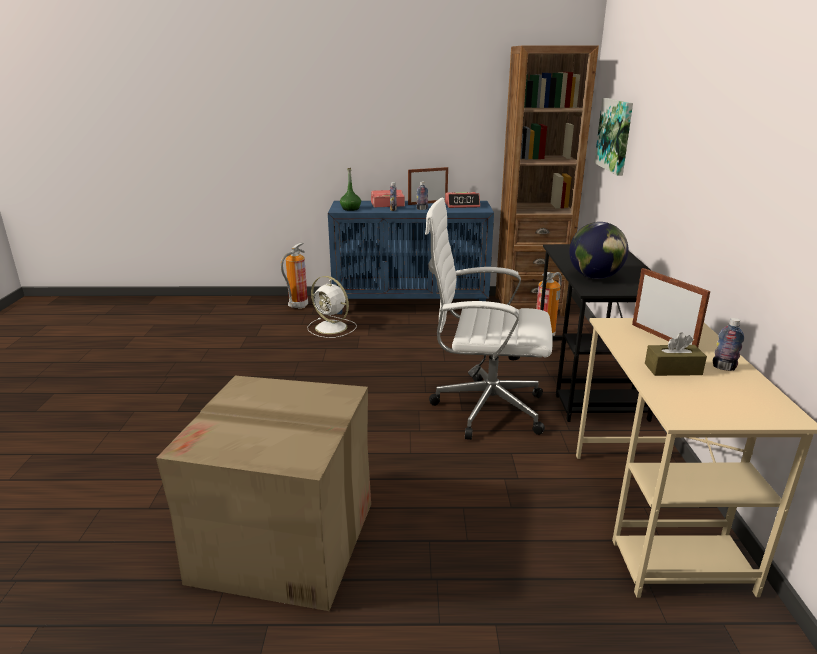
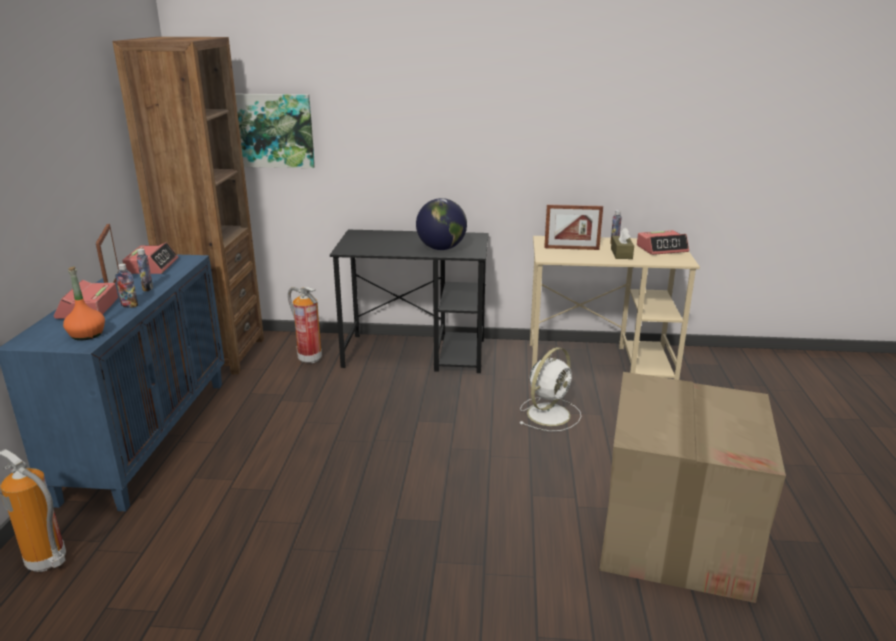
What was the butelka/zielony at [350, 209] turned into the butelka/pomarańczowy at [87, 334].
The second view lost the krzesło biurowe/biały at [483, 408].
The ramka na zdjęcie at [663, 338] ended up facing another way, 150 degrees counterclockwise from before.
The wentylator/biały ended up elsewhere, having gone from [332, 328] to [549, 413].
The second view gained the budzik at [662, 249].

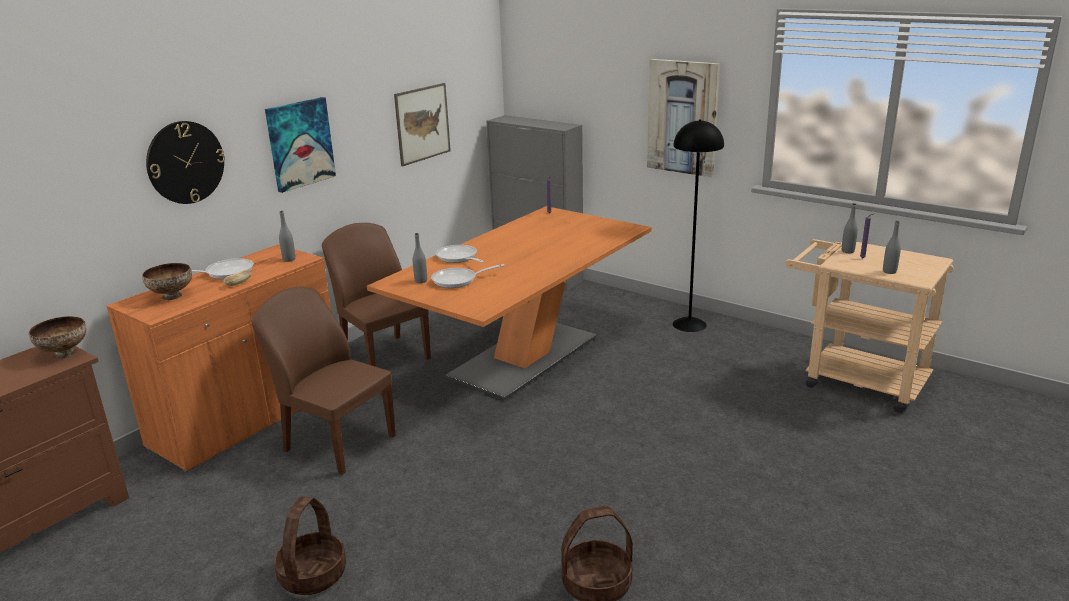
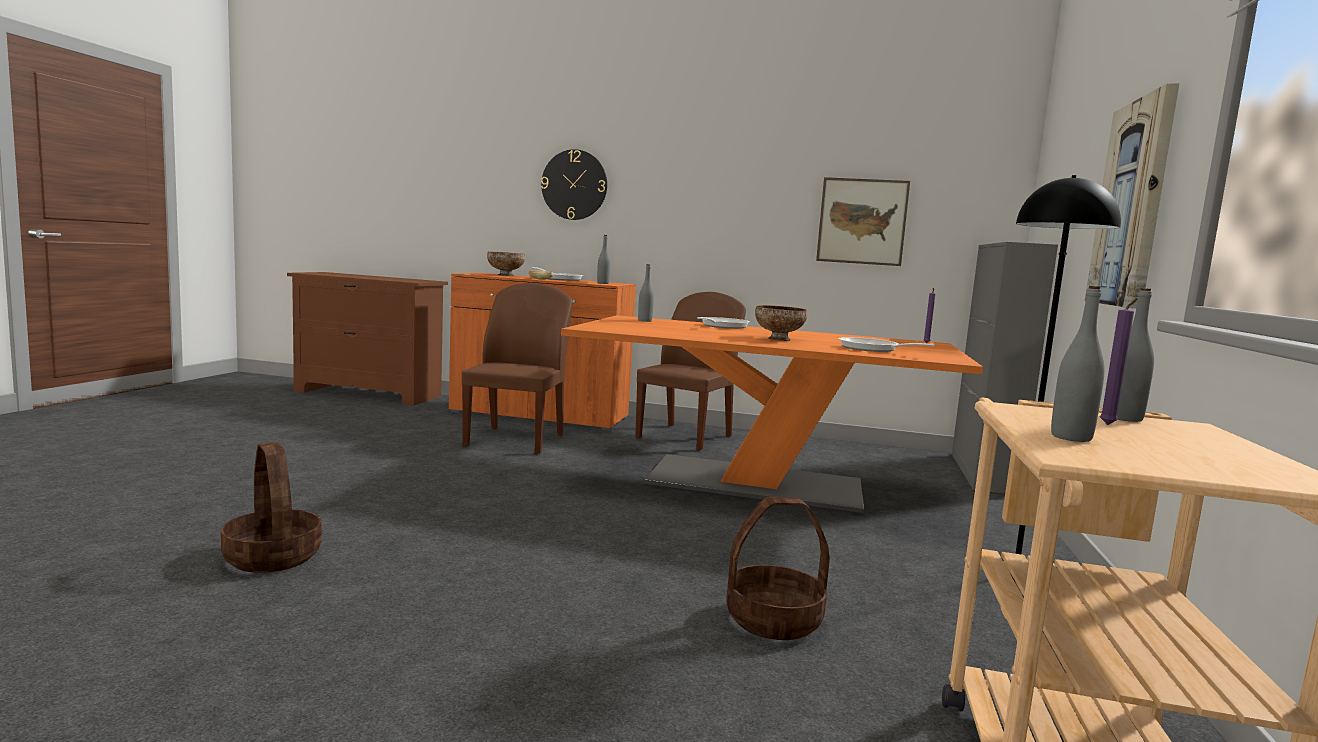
The second view lost the obraz at [300, 144].
The patelnia ended up elsewhere, having gone from [458, 280] to [872, 349].
The miska ended up elsewhere, having gone from [64, 353] to [778, 339].
The koszyk ended up elsewhere, having gone from [312, 575] to [774, 619].

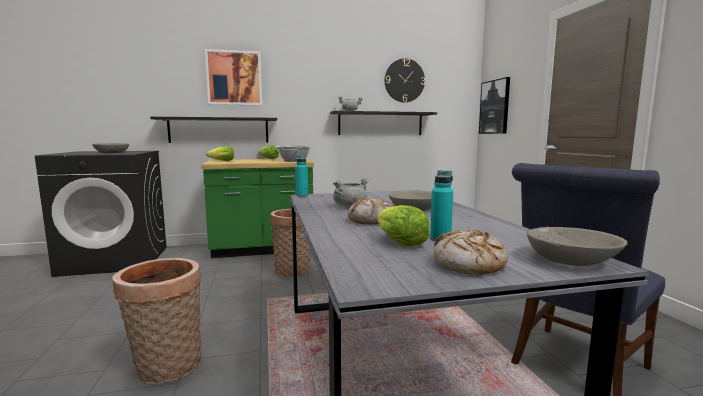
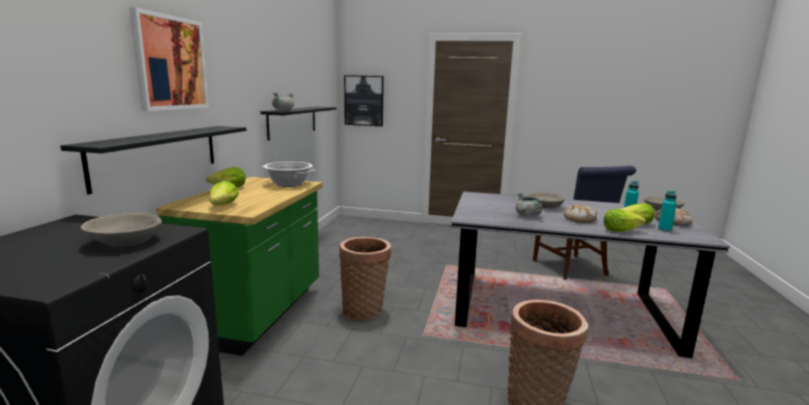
The second view lost the zegar ścienny at [404, 80].
The butelka/turkusowy ended up elsewhere, having gone from [302, 195] to [664, 230].
The second view gained the sałata at [620, 230].

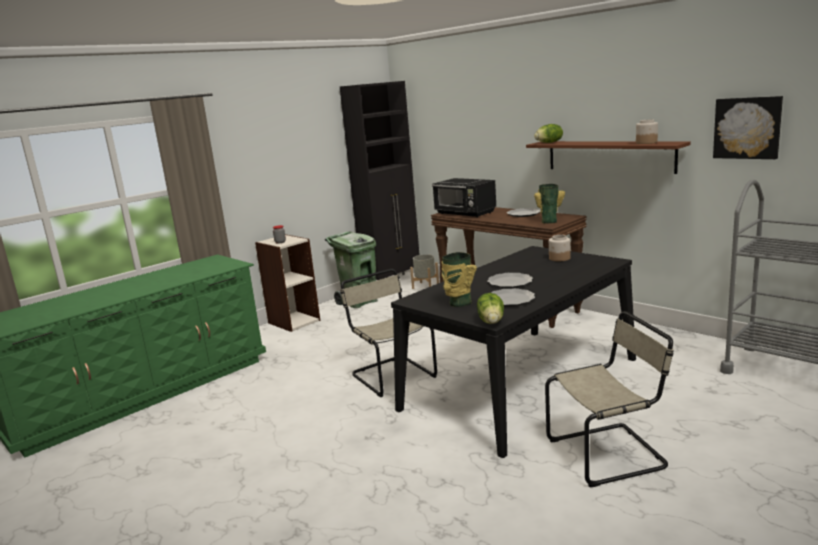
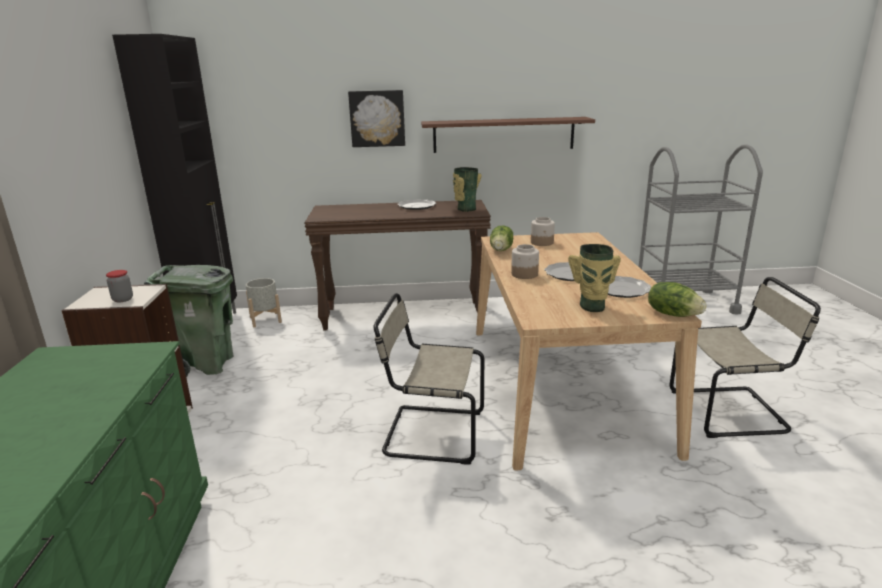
The obraz ended up elsewhere, having gone from [747, 128] to [377, 118].
The słoik ended up elsewhere, having gone from [646, 142] to [524, 274].
The sałata ended up elsewhere, having gone from [549, 142] to [501, 250].
The second view lost the mikrofalówka/czarny at [465, 213].
What was the stół jadalny/czarny at [521, 383] turned into the stół jadalny/beżowy at [561, 384].
The krzesło/beżowy at [609, 453] ended up facing another way, 60 degrees clockwise from before.

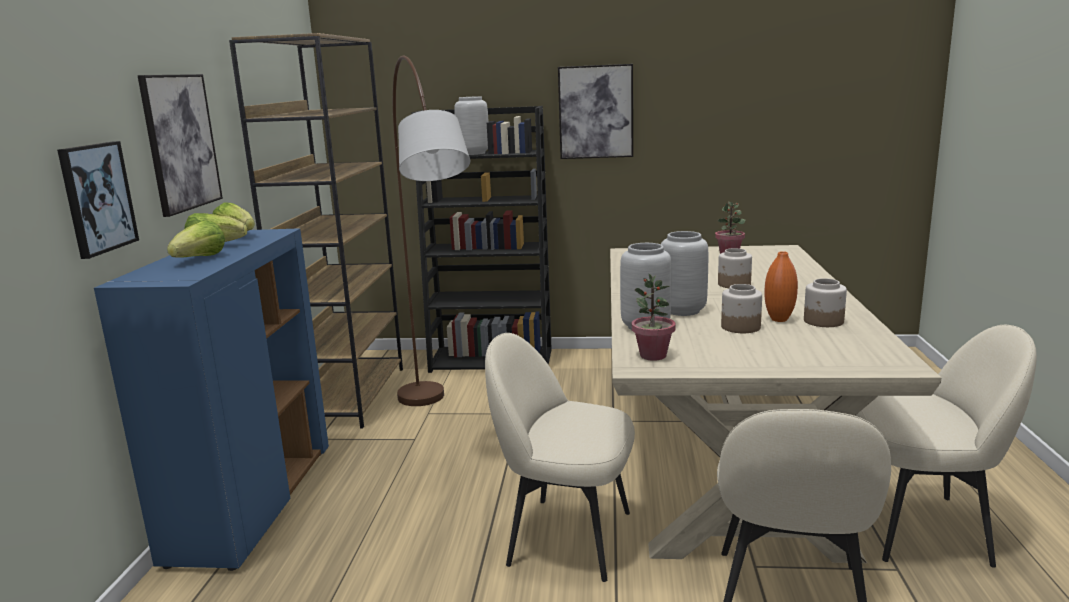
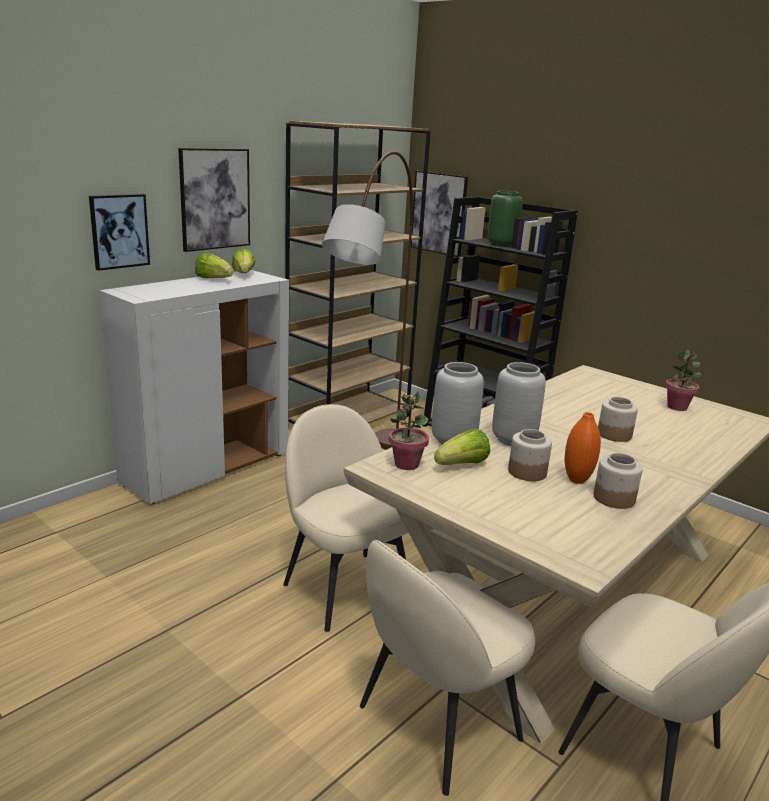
The obraz ended up elsewhere, having gone from [596, 112] to [439, 213].
What was the wazon/szary at [473, 153] turned into the wazon/zielony at [502, 244].
The sałata ended up elsewhere, having gone from [200, 259] to [462, 465].
What was the szafka/niebieski at [252, 502] turned into the szafka/biały at [207, 469].

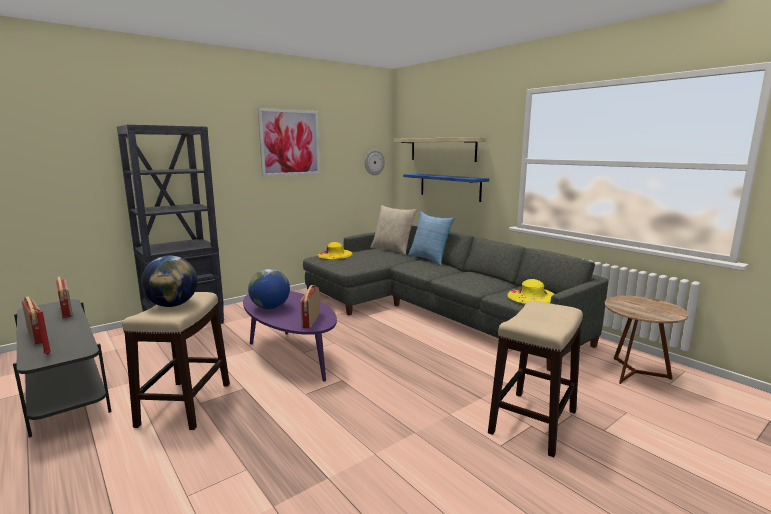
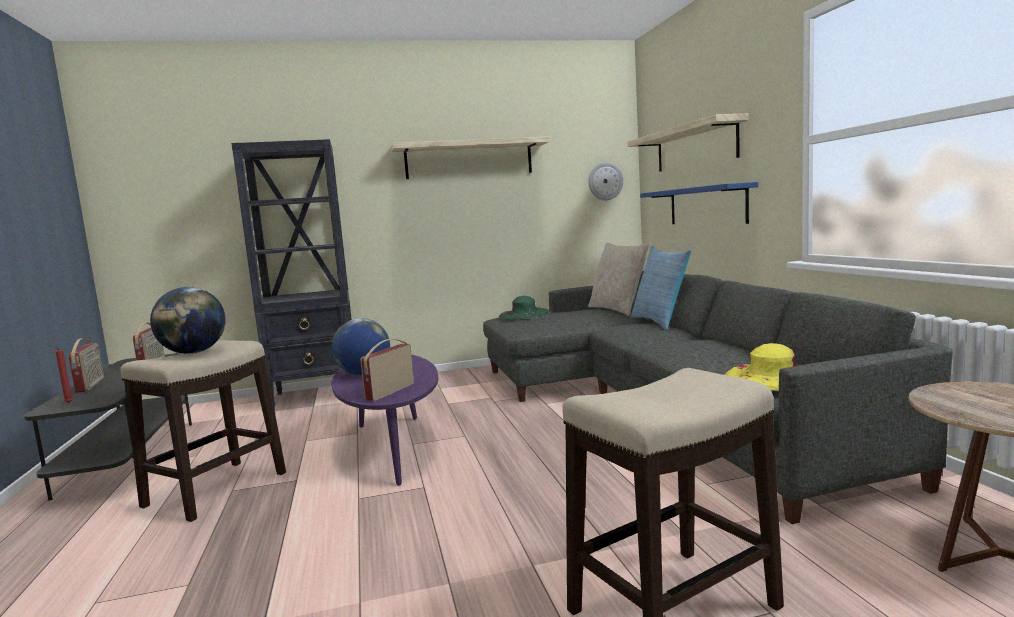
Where the obraz hung at [290, 142], the półka came to hang at [469, 159].
What was the kapelusz/żółty at [335, 254] turned into the kapelusz/zielony at [524, 314].

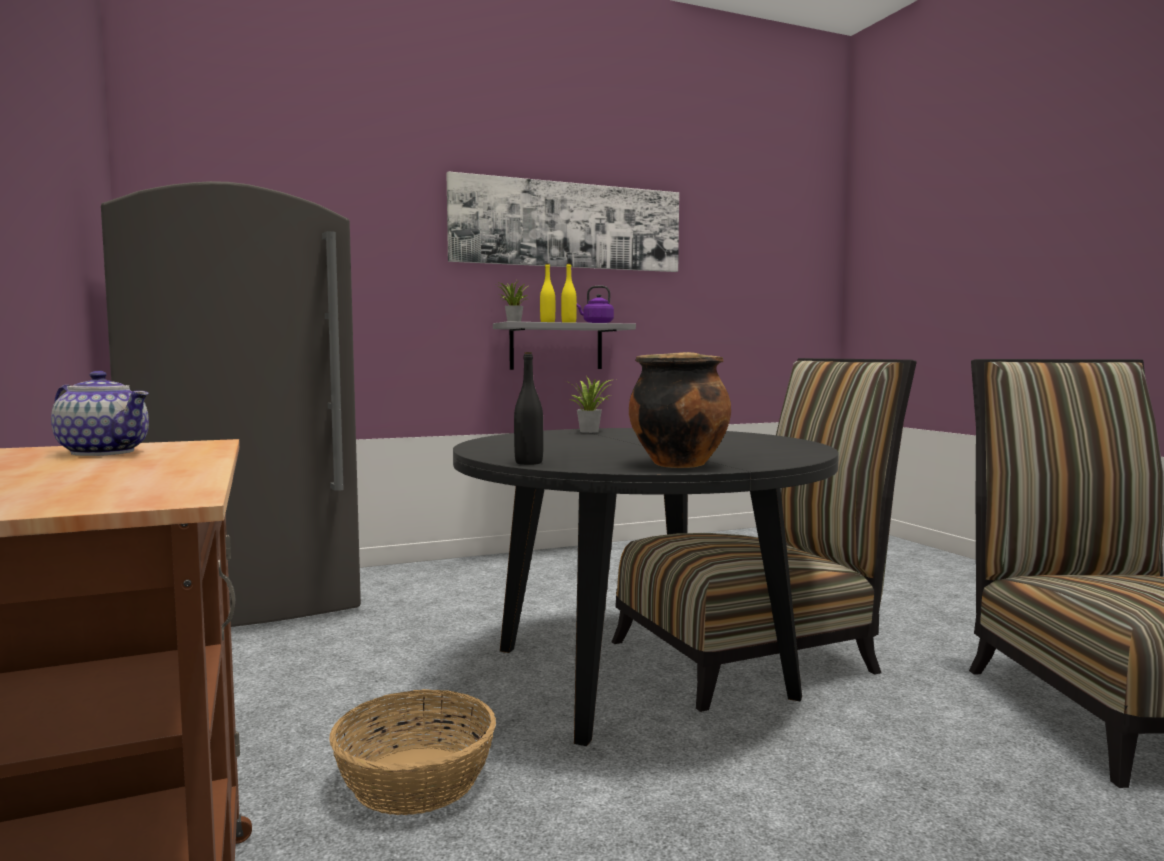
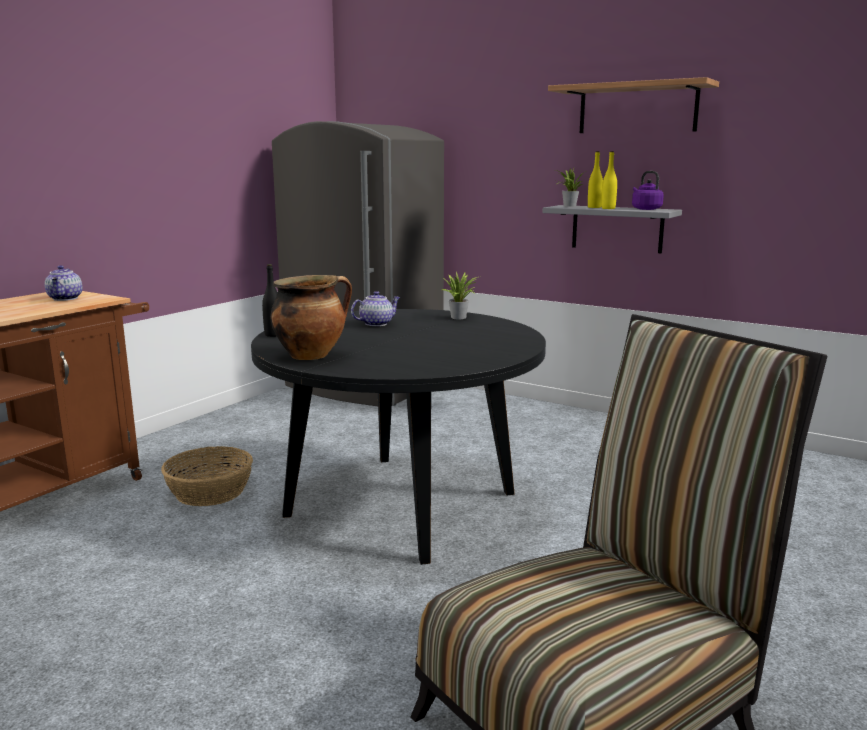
Where the obraz hung at [568, 225], the półka came to hang at [637, 109].
The second view lost the krzesło at [755, 654].
The second view gained the imbryk at [376, 323].

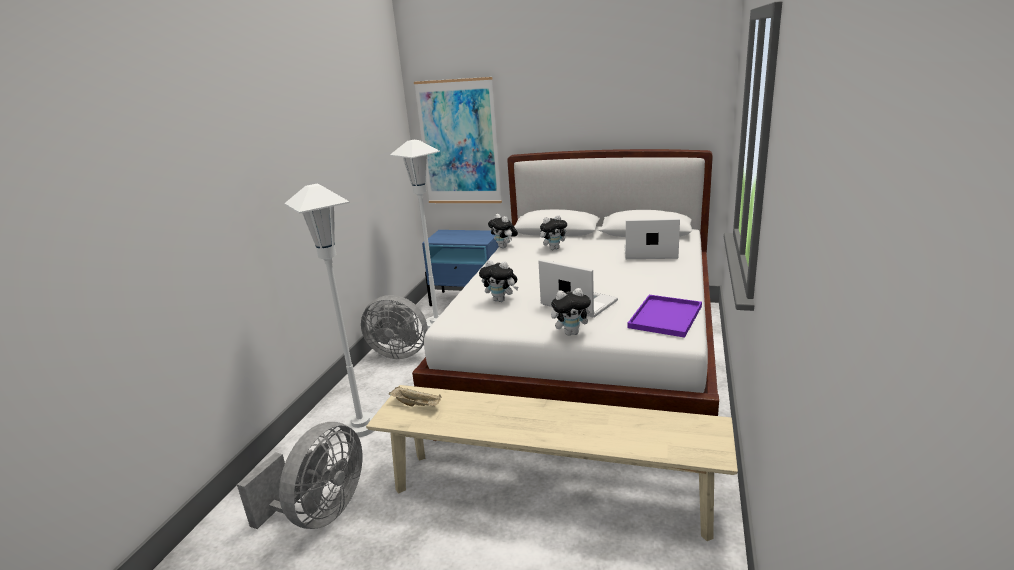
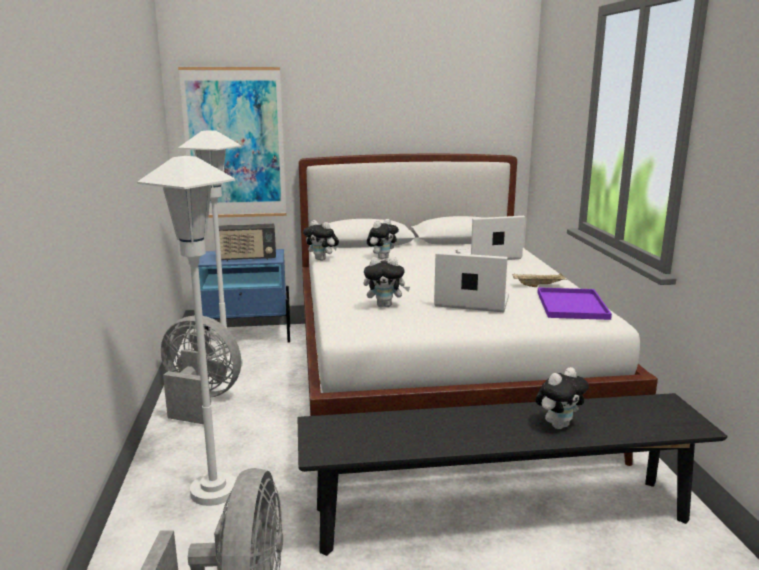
The pluszak ended up elsewhere, having gone from [572, 333] to [558, 425].
The wentylator/szary at [399, 352] ended up facing another way, 150 degrees counterclockwise from before.
What was the ławka/beżowy at [548, 492] turned into the ławka/czarny at [500, 515].
The taca/beżowy ended up elsewhere, having gone from [417, 405] to [539, 286].
The second view gained the radio at [246, 258].

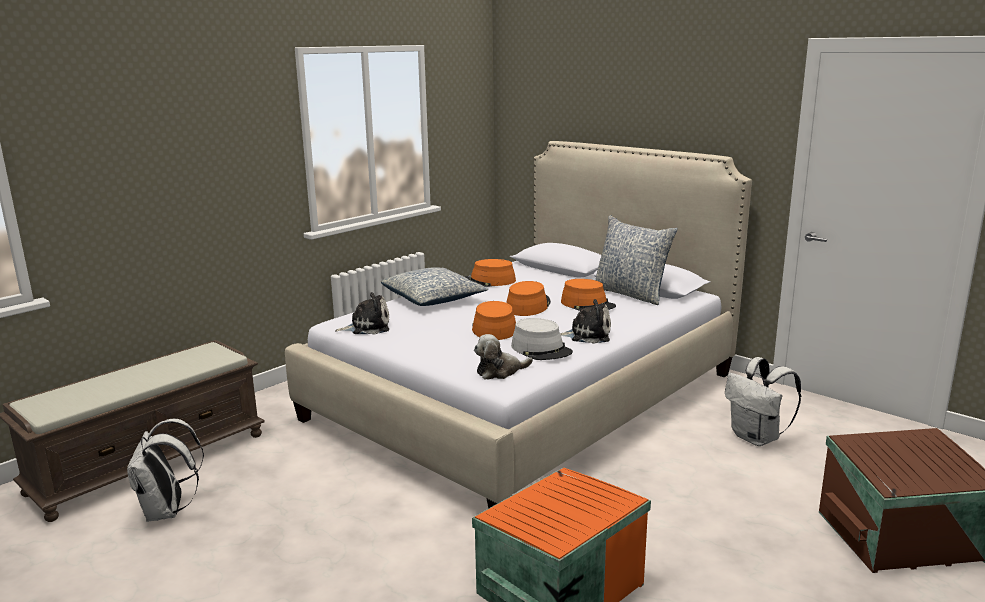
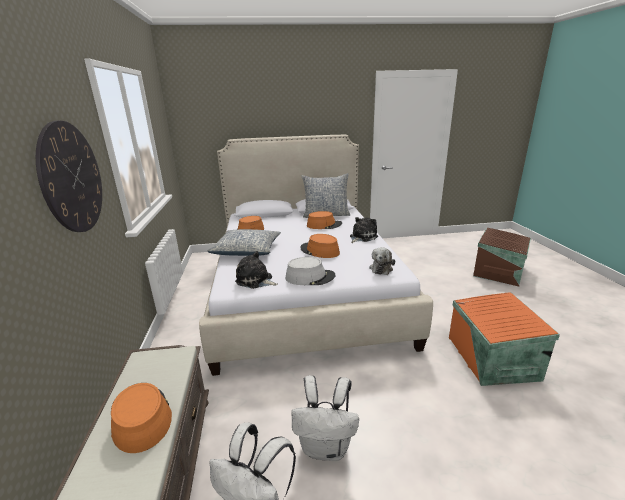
The kapelusz/pomarańczowy ended up elsewhere, having gone from [528, 305] to [141, 418].
The pluszak at [367, 327] ended up facing another way, 90 degrees counterclockwise from before.
The kapelusz/szary ended up elsewhere, having gone from [541, 349] to [310, 277].
The plecak/biały ended up elsewhere, having gone from [757, 438] to [326, 447].
The second view gained the zegar ścienny at [72, 178].

